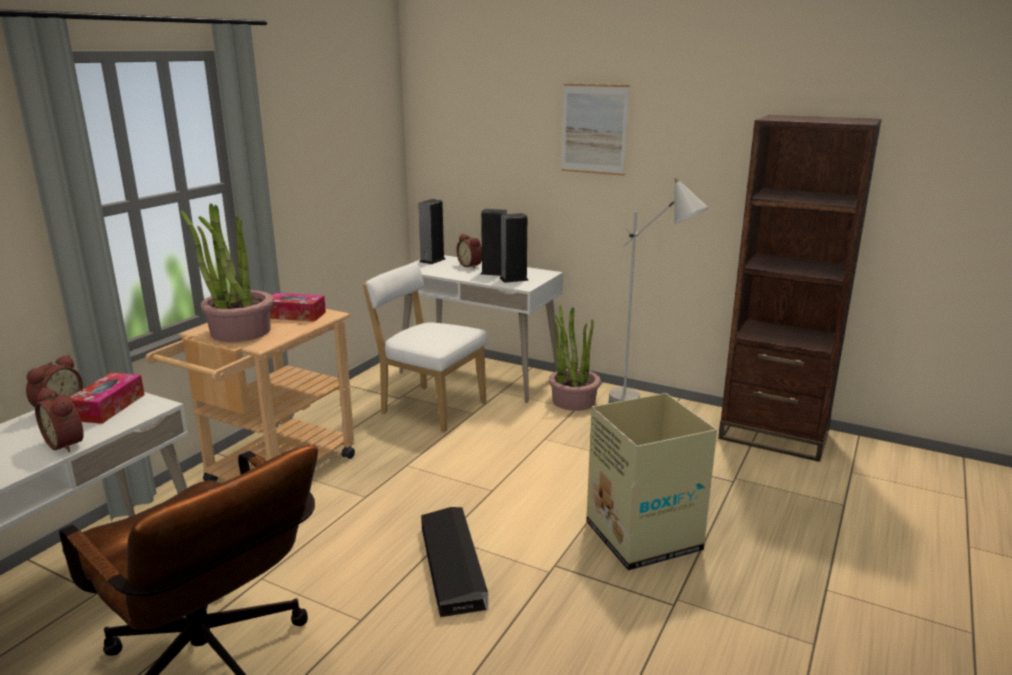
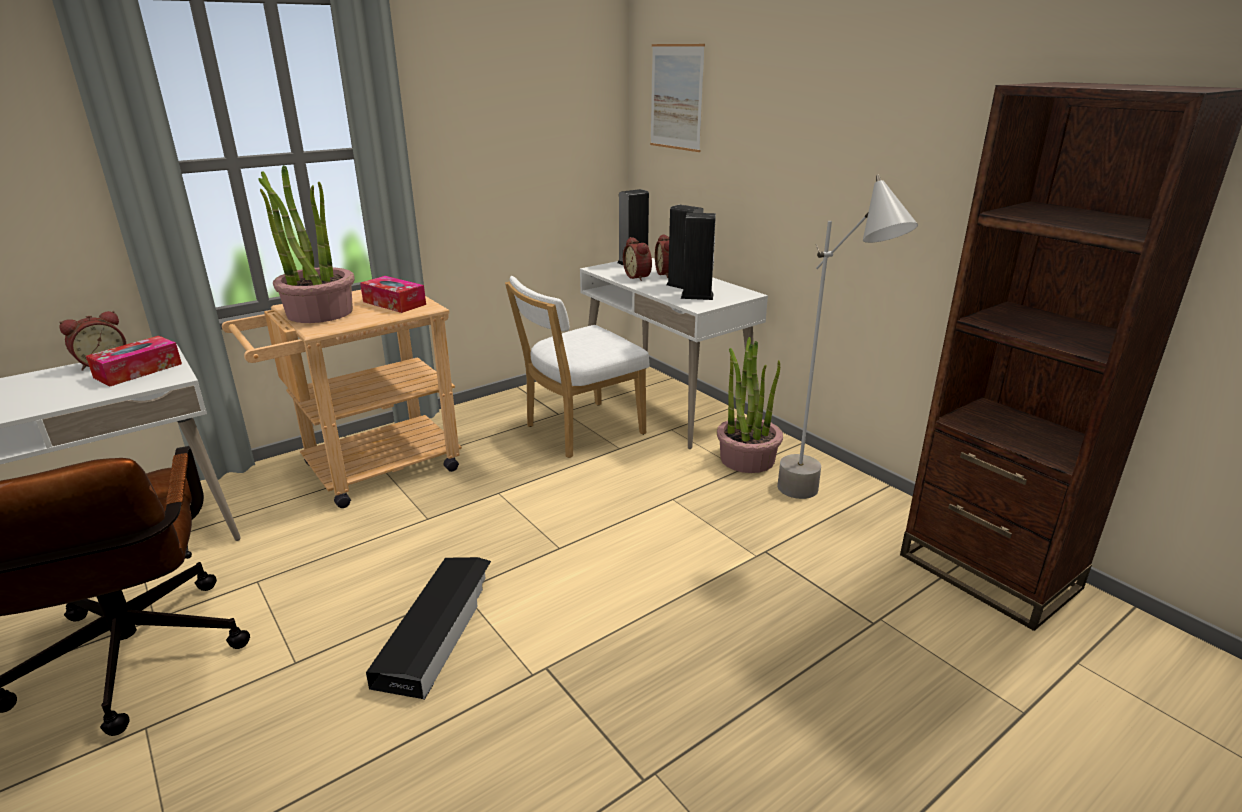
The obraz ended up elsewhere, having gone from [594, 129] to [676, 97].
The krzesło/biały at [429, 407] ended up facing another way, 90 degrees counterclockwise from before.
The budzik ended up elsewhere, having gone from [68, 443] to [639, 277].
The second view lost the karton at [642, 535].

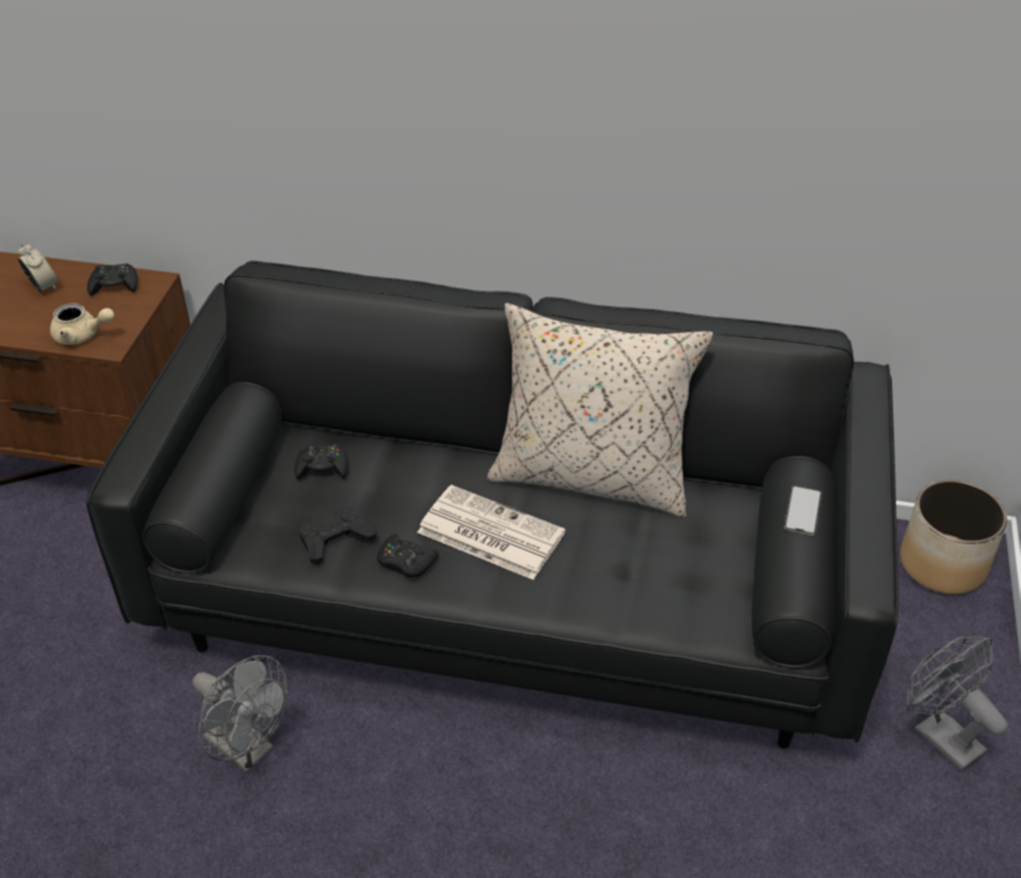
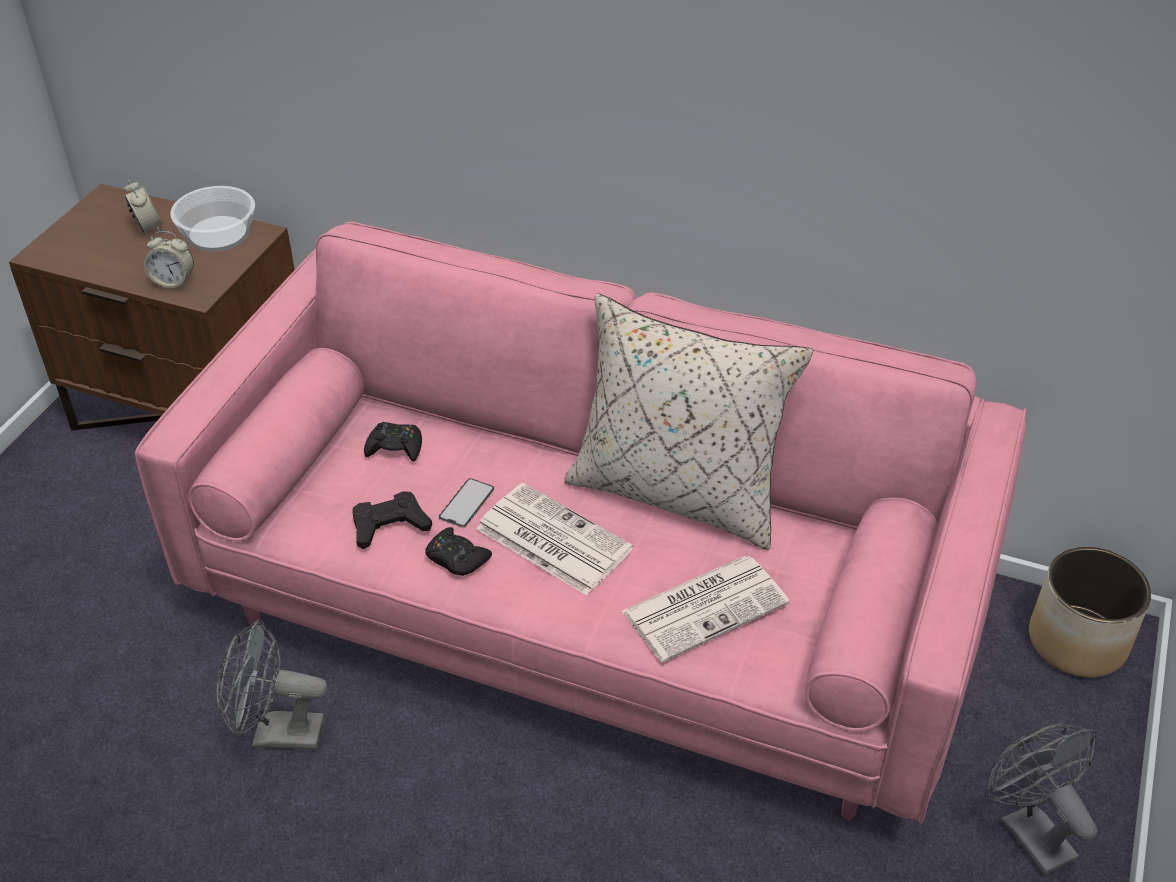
What was the kanapa/czarny at [510, 590] turned into the kanapa/różowy at [587, 605].
Where the pad do gier/czarny stood at [114, 285], the miska came to stand at [219, 233].
Where the imbryk/beżowy stood at [82, 336], the budzik came to stand at [173, 282].
The telefon ended up elsewhere, having gone from [803, 510] to [466, 503].
The wentylator/szary at [248, 750] ended up facing another way, 135 degrees clockwise from before.
The second view gained the gazeta at [706, 606].

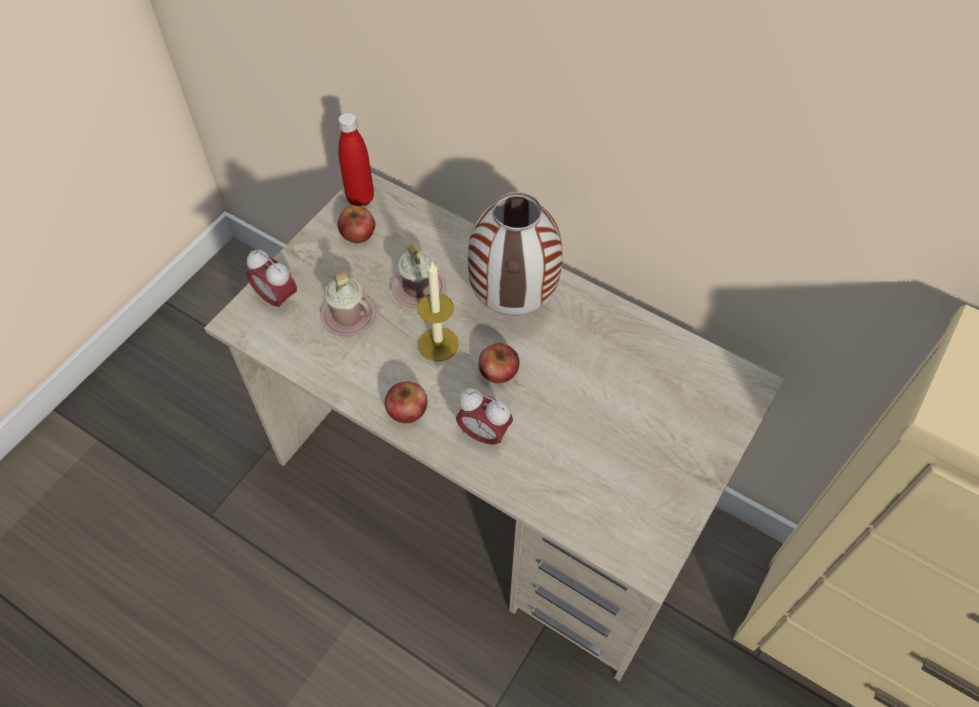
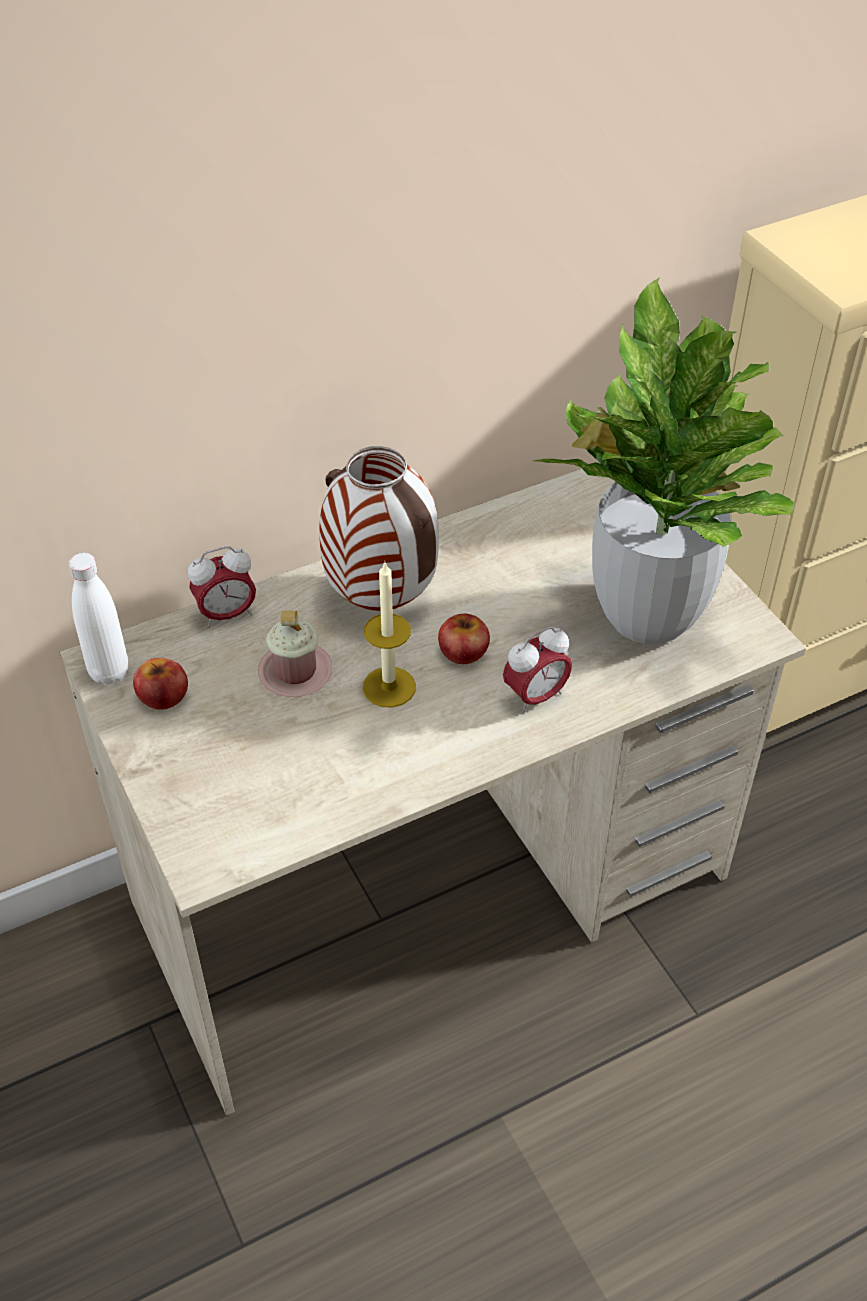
What was the butelka/czerwony at [360, 198] turned into the butelka/biały at [109, 672].
The budzik ended up elsewhere, having gone from [277, 299] to [226, 614].
The second view lost the kubek/różowy at [348, 315].
The second view lost the jabłko at [407, 409].
The second view gained the roślina doniczkowa at [646, 614].

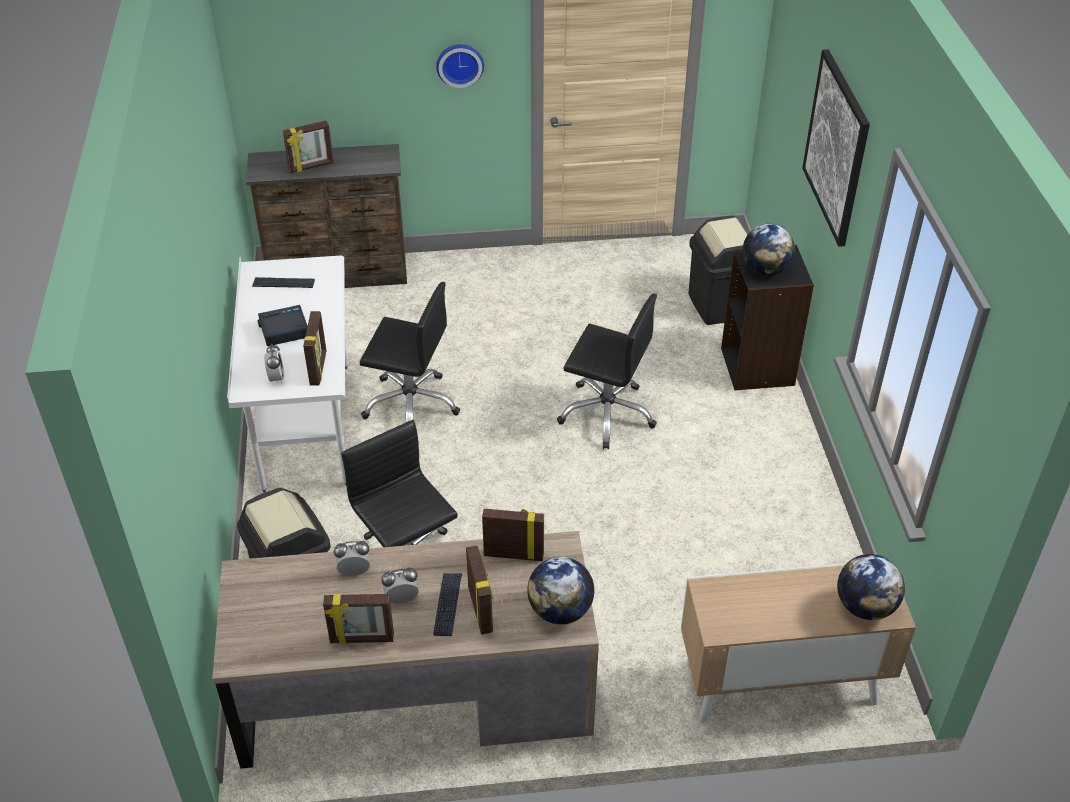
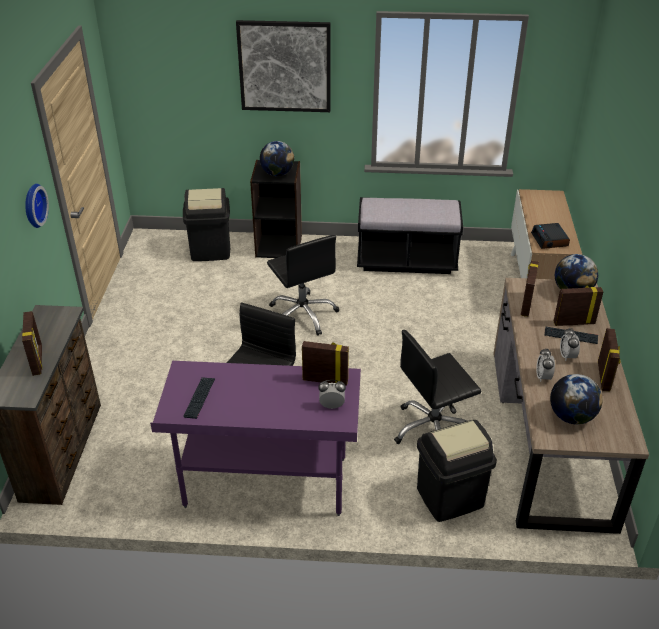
What was the biurko/biały at [306, 426] turned into the biurko/fioletowy at [266, 483].
The krzesło biurowe/czarny at [607, 413] ended up facing another way, 120 degrees clockwise from before.
The budzik ended up elsewhere, having gone from [284, 331] to [550, 240].
The globus ended up elsewhere, having gone from [865, 606] to [571, 416].
The second view gained the ławka/czarny at [406, 261].

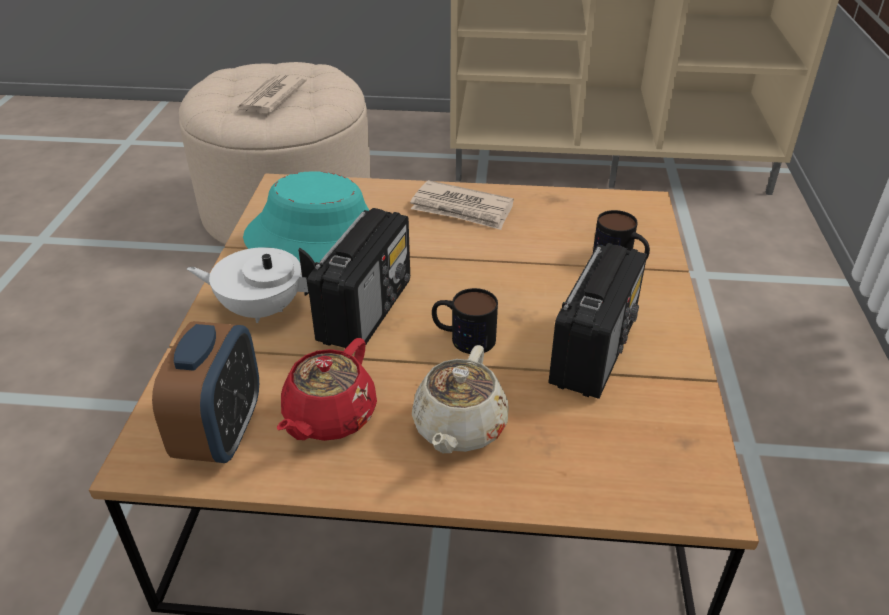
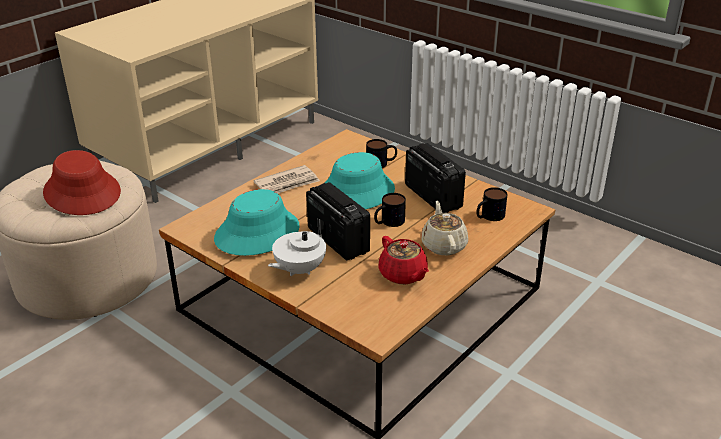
Where the gazeta stood at [270, 98], the kapelusz/czerwony came to stand at [82, 192].
The second view lost the budzik at [221, 433].
The imbryk/beżowy at [458, 428] ended up facing another way, 150 degrees counterclockwise from before.
The second view gained the kapelusz/turkusowy at [356, 192].
The second view gained the kubek at [489, 216].

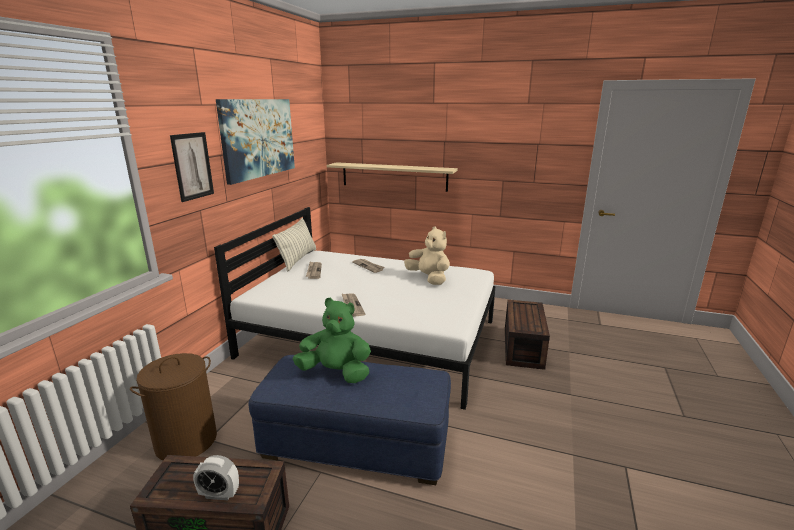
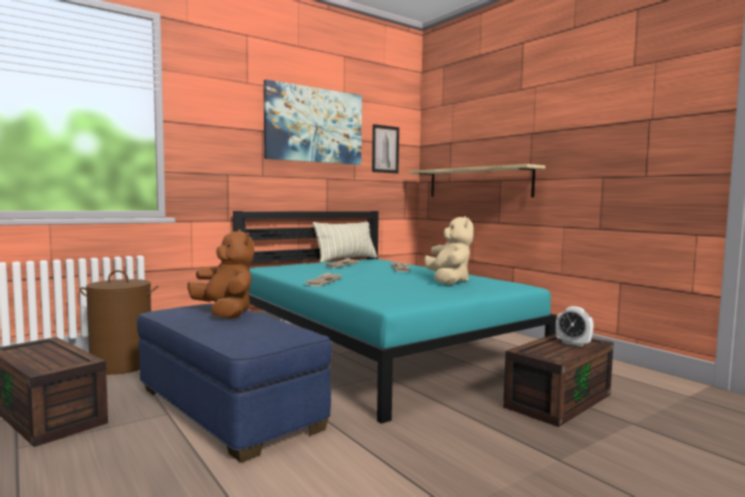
The obraz ended up elsewhere, having gone from [192, 166] to [385, 149].
What was the łóżko/biały at [372, 338] turned into the łóżko/turkusowy at [377, 349].
What was the pluszak/zielony at [336, 373] turned into the pluszak/brązowy at [225, 313].
The budzik ended up elsewhere, having gone from [219, 494] to [573, 343].

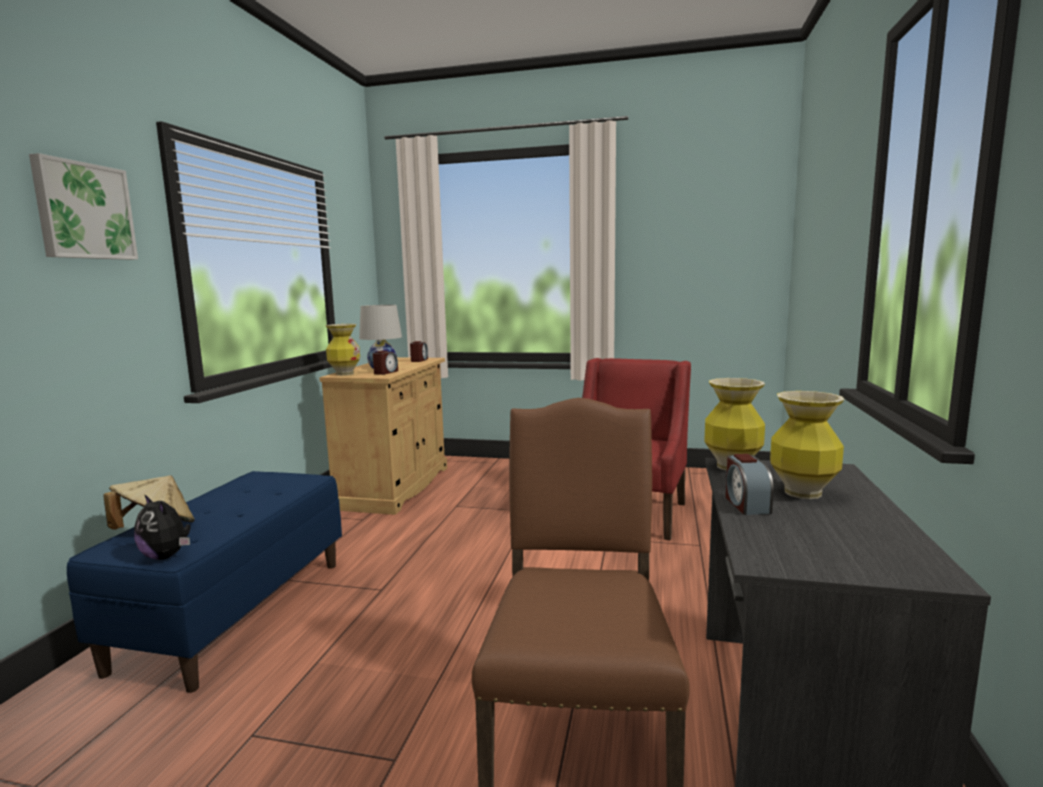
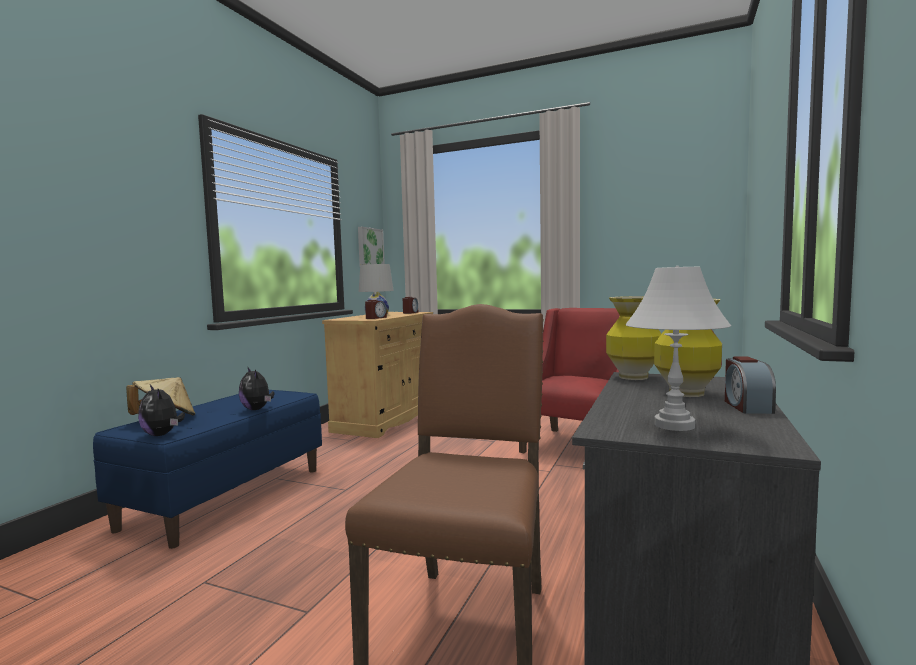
The obraz ended up elsewhere, having gone from [83, 211] to [369, 248].
The second view lost the wazon at [344, 374].
The budzik ended up elsewhere, having gone from [746, 504] to [746, 406].
The second view gained the lampa stołowa/biały at [674, 425].
The second view gained the pluszak at [257, 409].

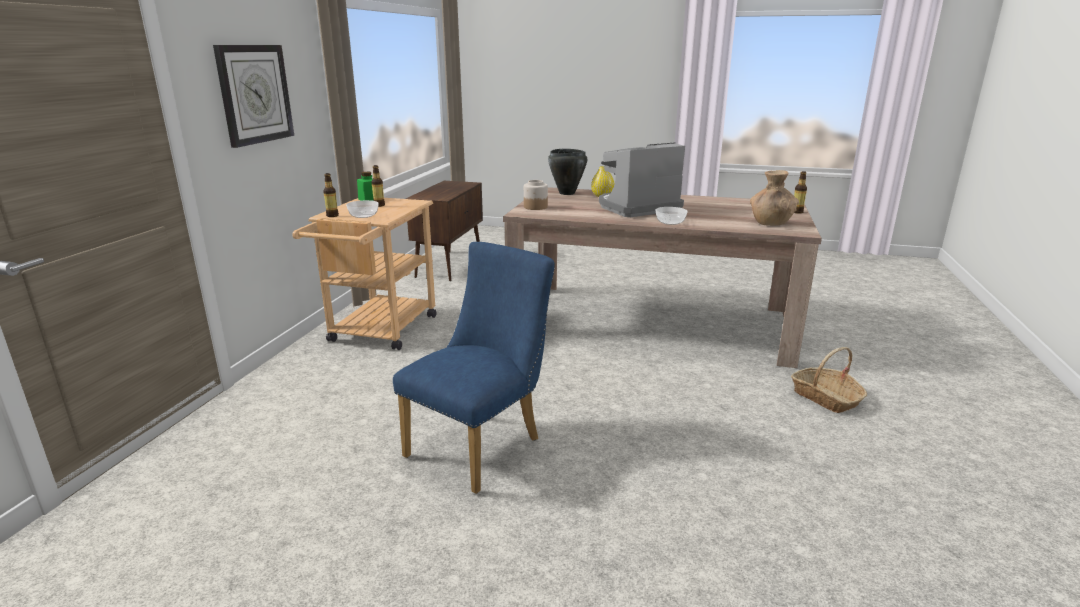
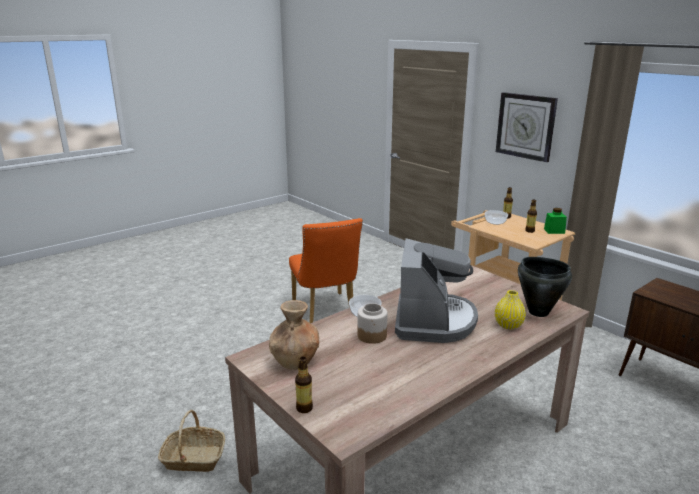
The słoik ended up elsewhere, having gone from [535, 207] to [372, 335].
What was the krzesło/niebieski at [481, 444] turned into the krzesło/pomarańczowy at [325, 311].

